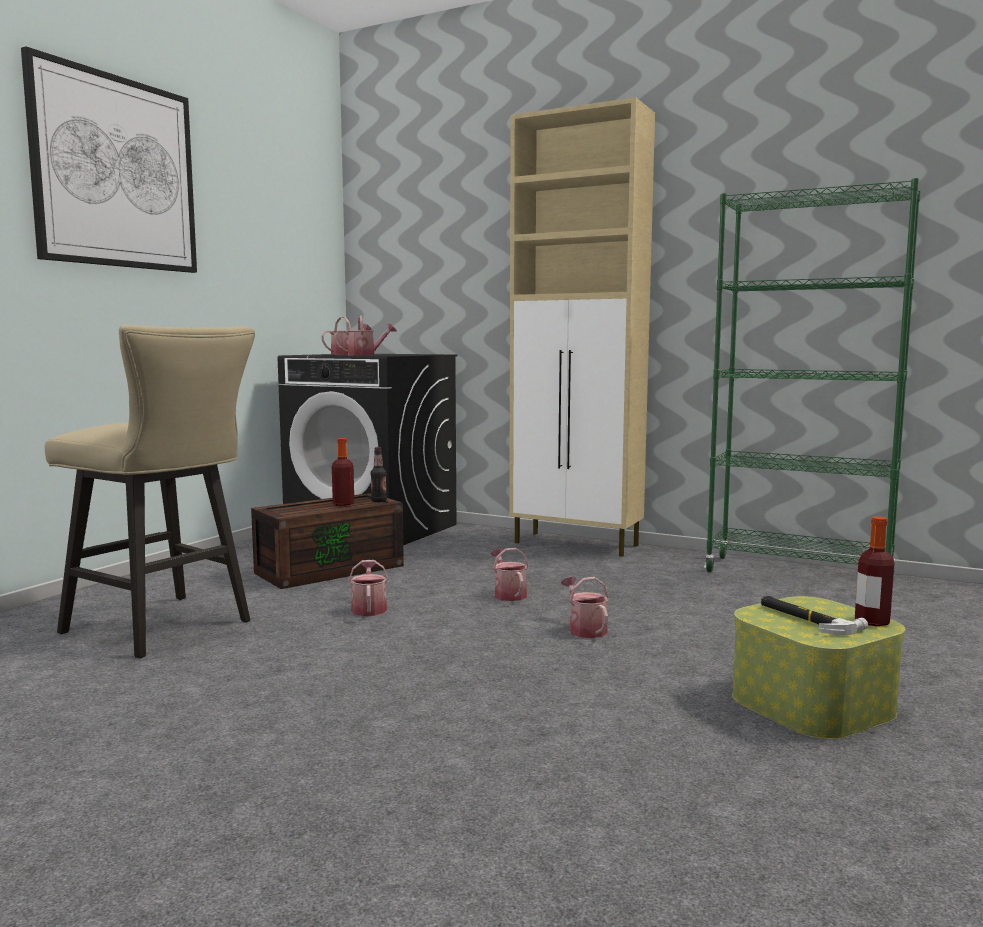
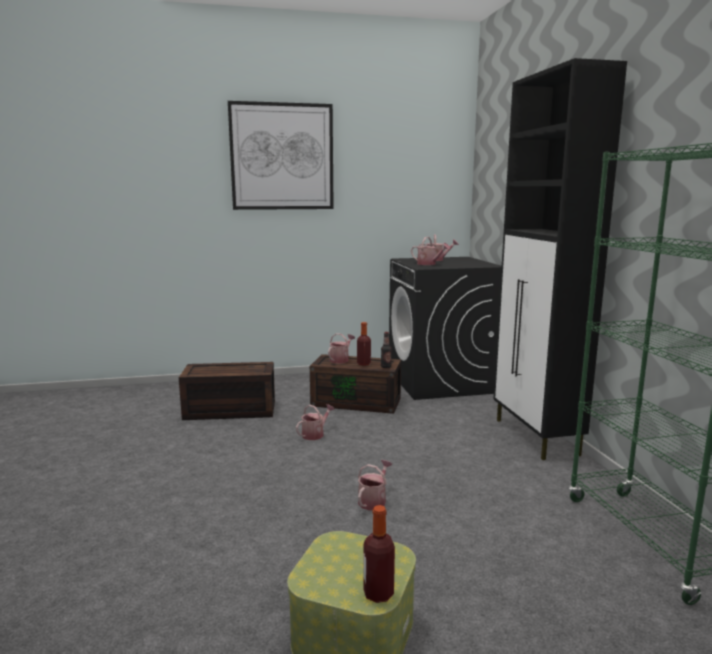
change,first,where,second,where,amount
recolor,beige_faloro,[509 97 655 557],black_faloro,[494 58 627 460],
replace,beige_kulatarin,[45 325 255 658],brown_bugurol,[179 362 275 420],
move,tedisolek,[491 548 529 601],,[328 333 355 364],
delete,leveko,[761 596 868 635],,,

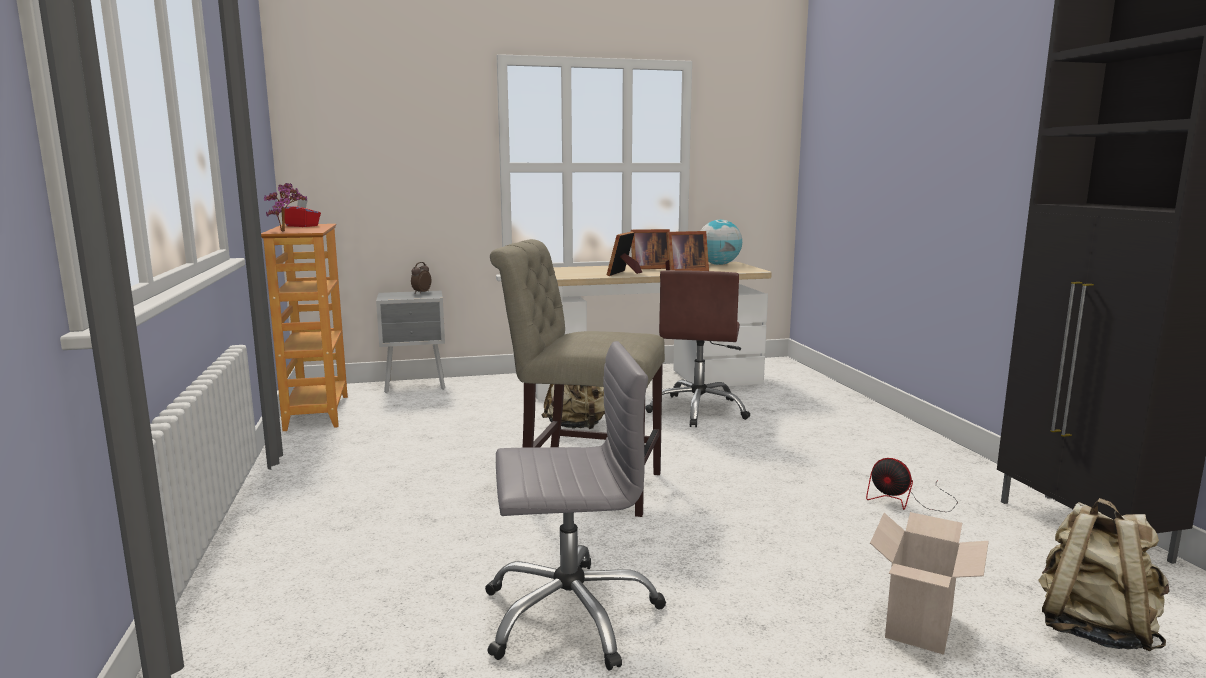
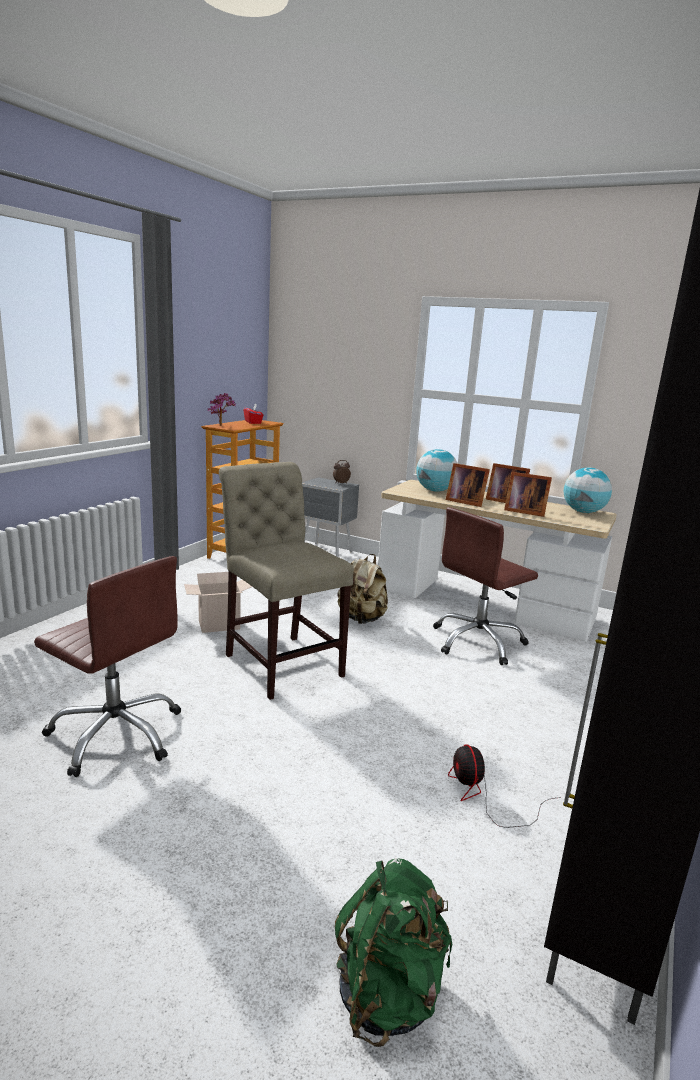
change,first,where,second,where,amount
rotate,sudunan,[607 231 642 276],,[445 463 490 507],120 degrees counterclockwise
recolor,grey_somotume,[485 341 666 670],brown_somotume,[34 556 181 777],
recolor,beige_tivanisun,[1038 498 1169 651],green_tivanisun,[335 858 452 1047],
move,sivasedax,[870 512 989 655],,[184 572 252 633],
insert,,,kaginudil,[416 449 457 492],

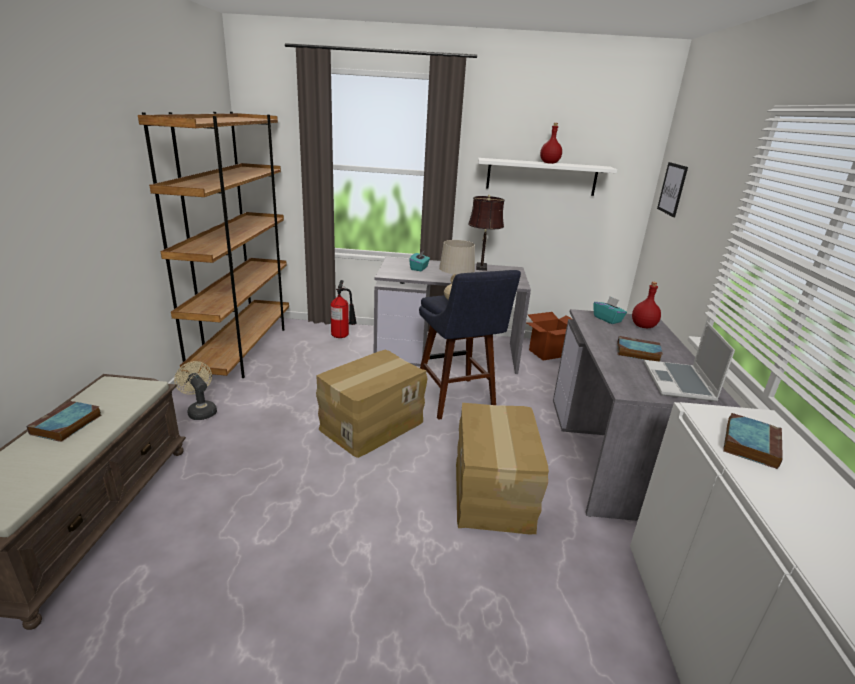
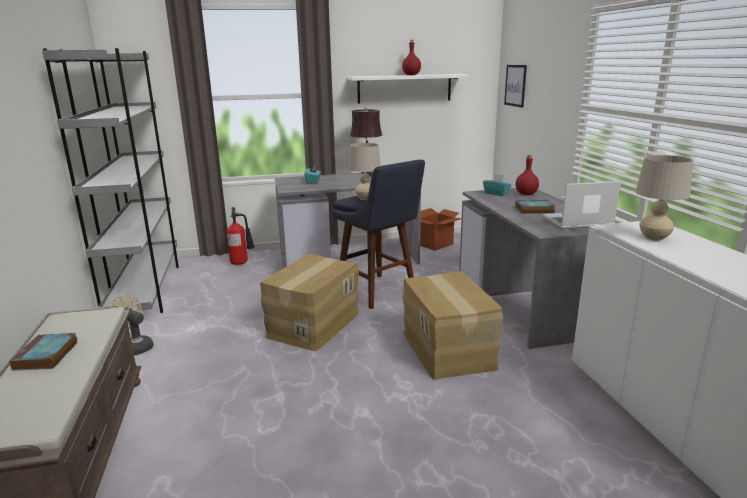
change,first,where,second,where,amount
recolor,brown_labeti,[138 112 289 383],grey_labeti,[42 48 179 313],
rotate,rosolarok,[644 322 735 401],,[543 181 621 229],90 degrees clockwise
replace,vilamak,[723 413 783 469],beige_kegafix,[635 155 693 241],

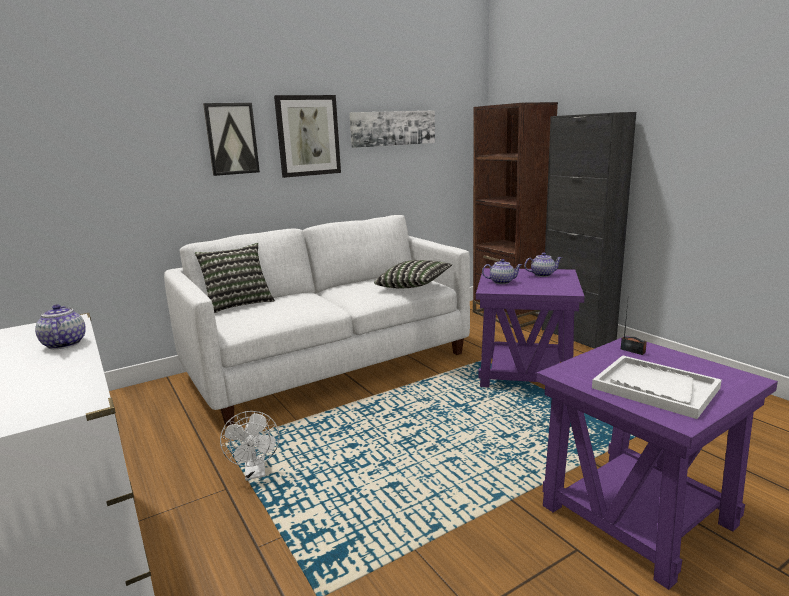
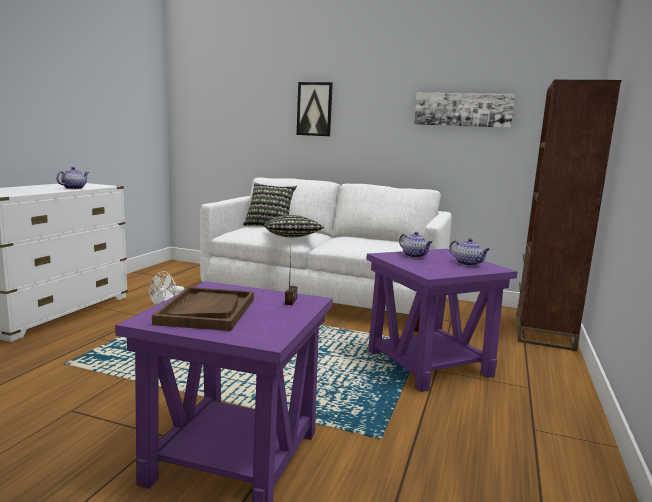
change,first,where,second,where,amount
delete,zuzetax,[274 95 341 178],,,
delete,black_faloro,[542 112 636 349],,,
move,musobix,[374 260 452 288],,[264 215 324 237],
recolor,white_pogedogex,[592 355 722 419],brown_pogedogex,[152 287 254 331],

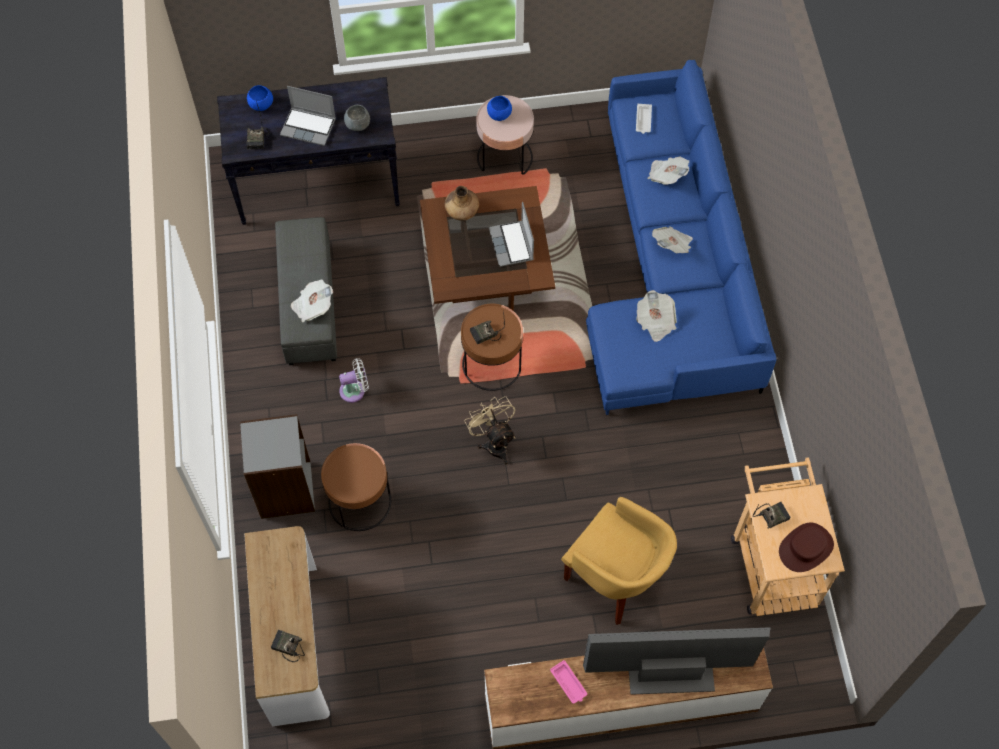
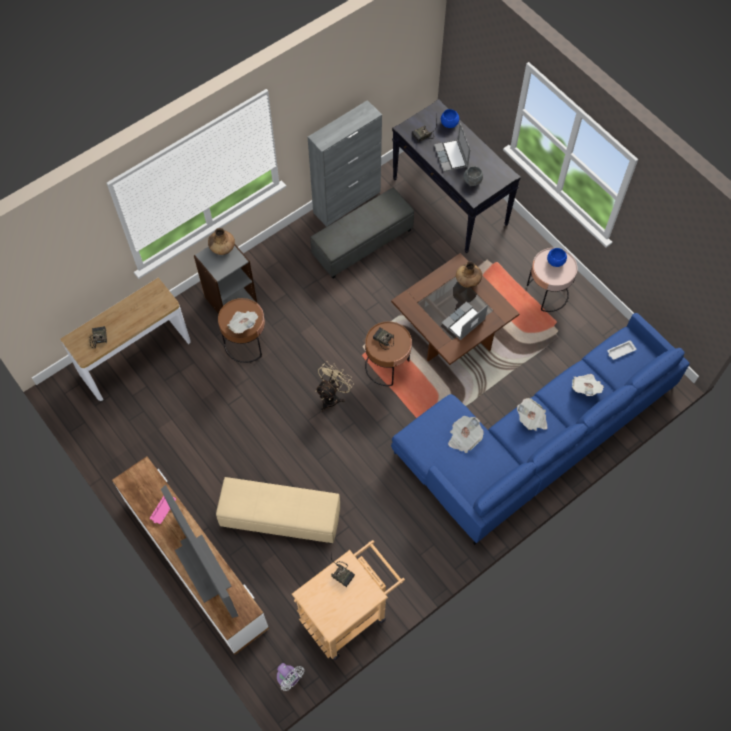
change,first,where,second,where,amount
move,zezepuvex,[291 280 333 322],,[227 311 258 333],
move,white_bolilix,[339 358 369 403],,[277 663 304 691],
replace,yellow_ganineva,[561 497 677 625],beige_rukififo,[216 477 340 544],
delete,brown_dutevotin,[779 522 834 572],,,
insert,,,grey_faloro,[308 100 382 227],
insert,,,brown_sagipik,[208 228 235 255],

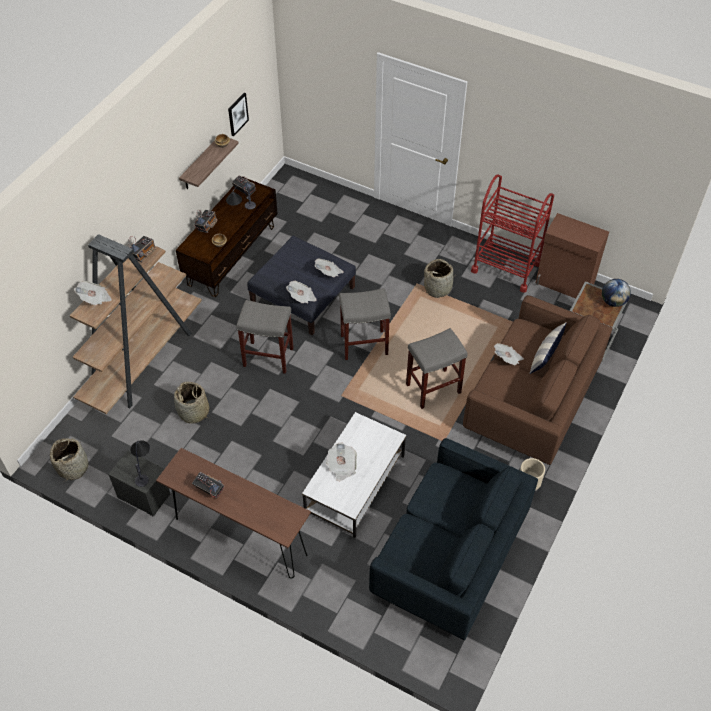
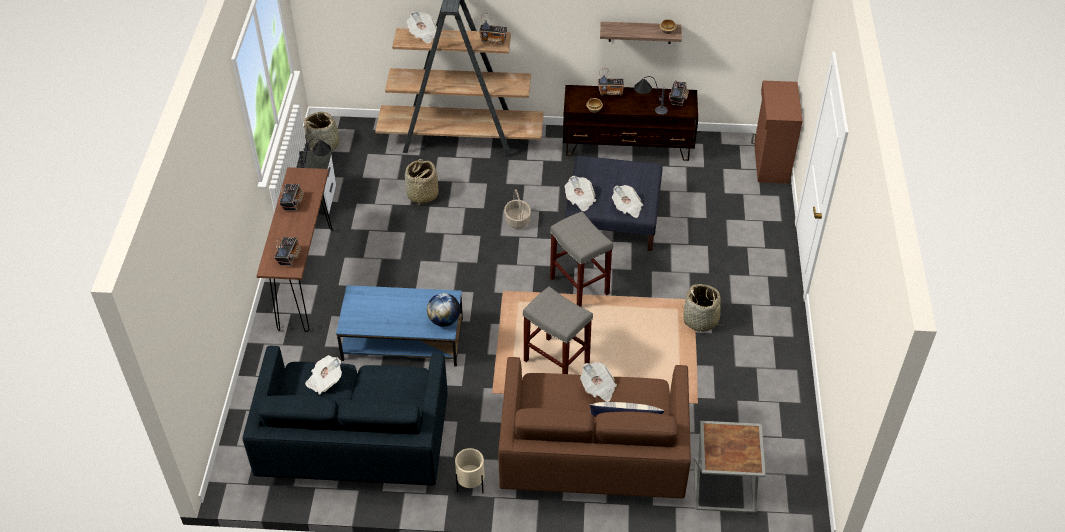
change,first,where,second,where,amount
delete,zuzetax,[228 93 249 136],,,
delete,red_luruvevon,[471 174 554 293],,,
move,brown_faloro,[536 213 609 298],,[751 80 803 184],
move,kaginudil,[602 279 631 307],,[427 293 460 327],
replace,grey_kulatarin,[236 300 294 374],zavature,[504 189 531 229],
recolor,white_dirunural,[302 412 406 538],blue_dirunural,[336 285 463 366],
move,zezepuvex,[326 442 357 482],,[305 355 342 394],
insert,,,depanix,[274 237 301 266],

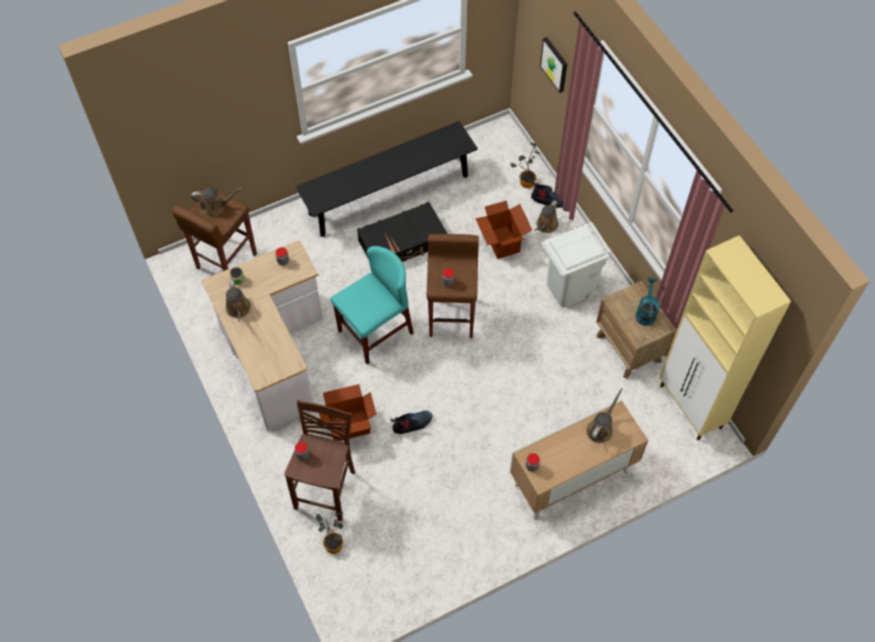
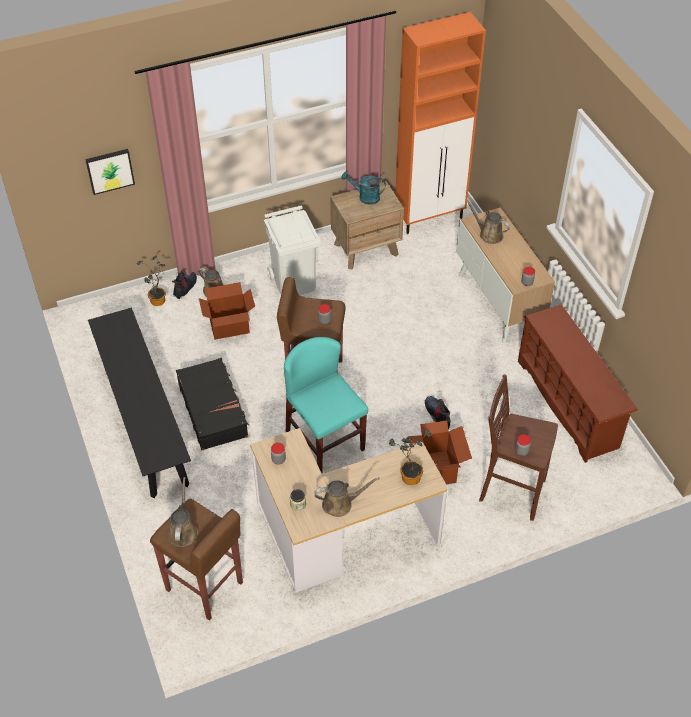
change,first,where,second,where,amount
recolor,beige_faloro,[660 235 791 440],orange_faloro,[395 12 486 234],
move,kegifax,[316 511 344 554],,[389 430 431 485],
insert,,,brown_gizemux,[518 304 638 463],

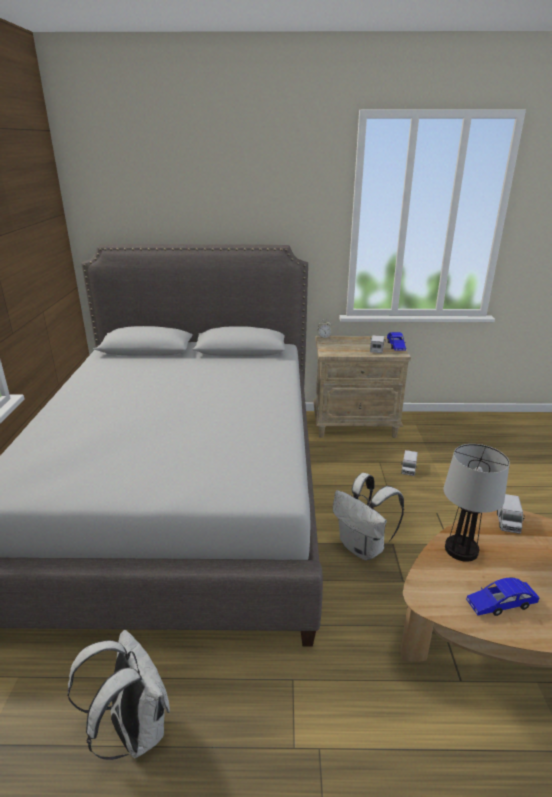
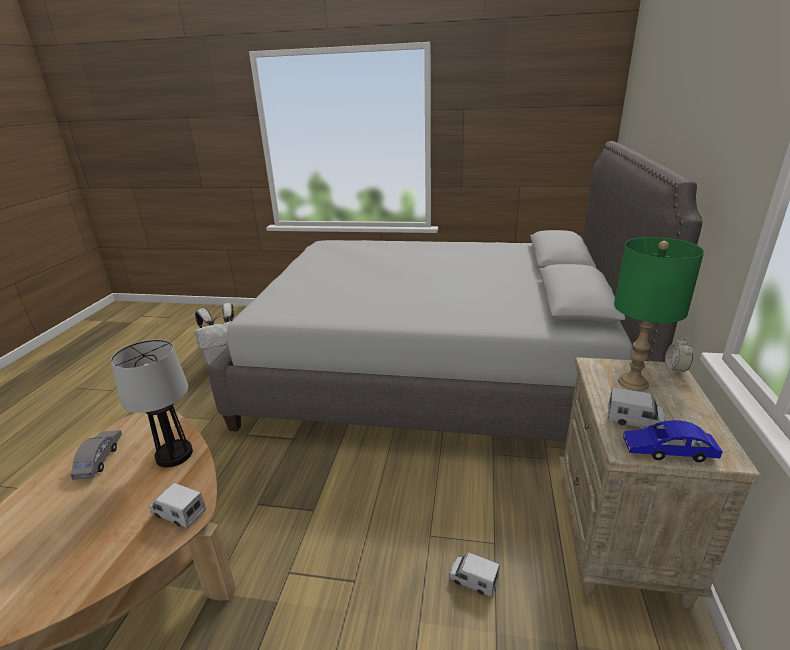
change,first,where,second,where,amount
delete,white_tivanisun,[333 473 404 561],,,
recolor,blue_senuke,[466 578 540 616],grey_senuke,[70 430 122 480],
insert,,,green_kegafix,[614 237 704 391],

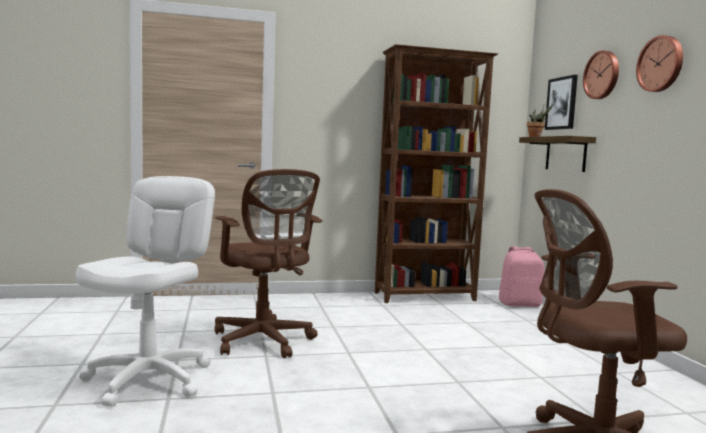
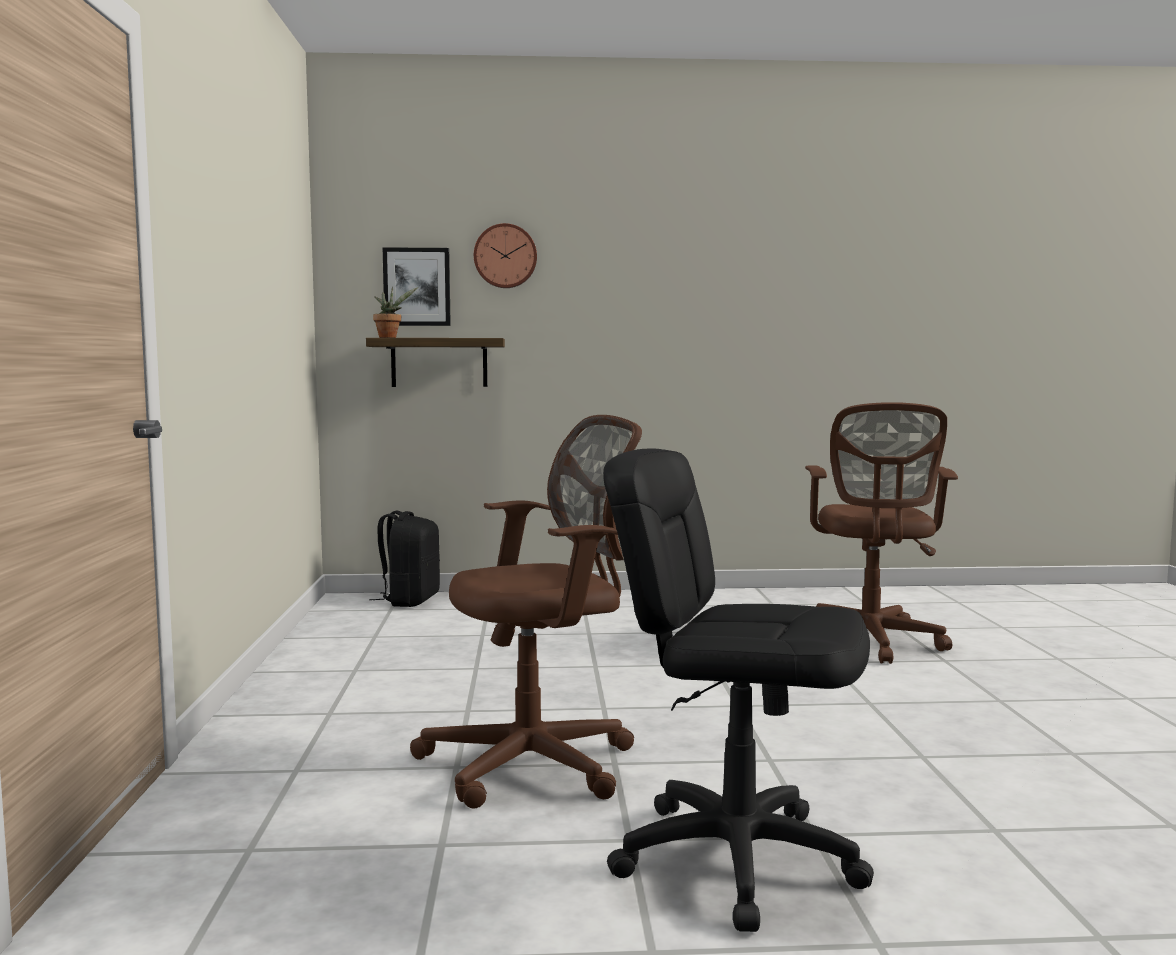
change,first,where,second,where,amount
delete,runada,[636 35 683 92],,,
delete,brown_labeti,[375 44 498 303],,,
recolor,white_somotume,[76 176 215 407],black_somotume,[603 449 874 932],
recolor,pink_tivanisun,[499 246 545 307],black_tivanisun,[370 511 440 607],

